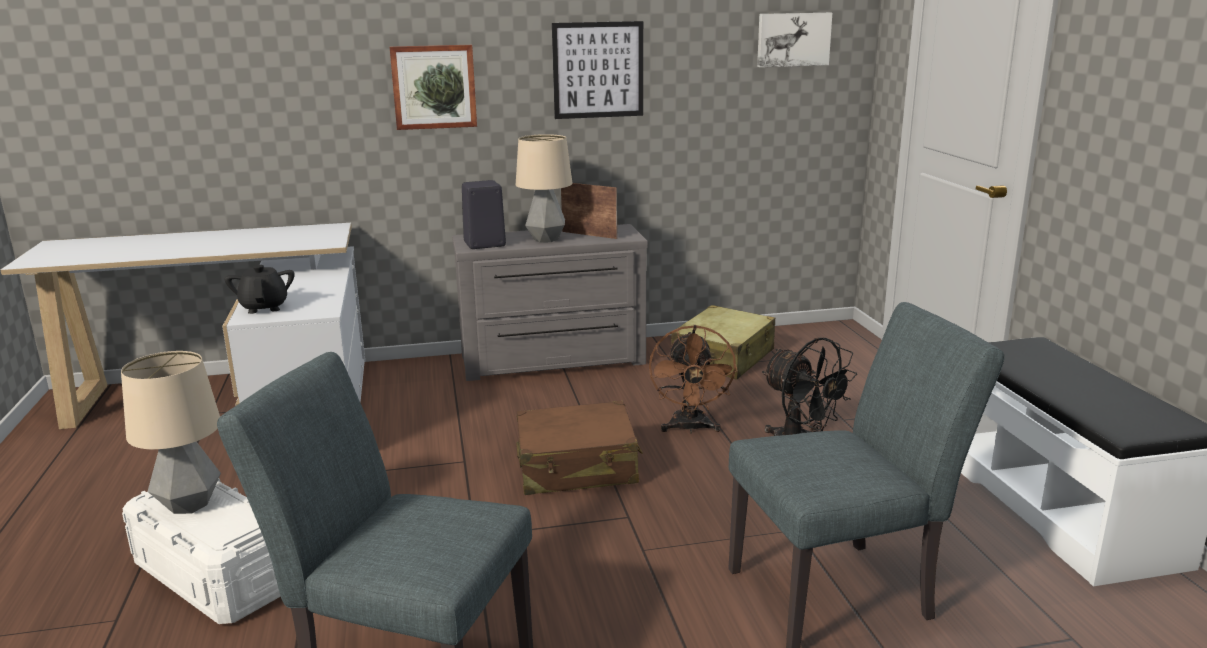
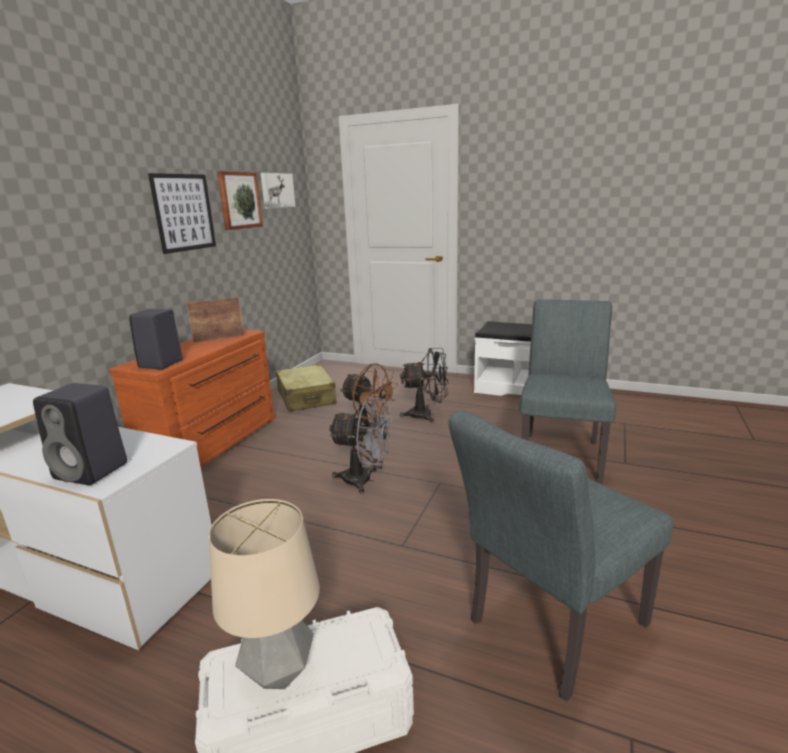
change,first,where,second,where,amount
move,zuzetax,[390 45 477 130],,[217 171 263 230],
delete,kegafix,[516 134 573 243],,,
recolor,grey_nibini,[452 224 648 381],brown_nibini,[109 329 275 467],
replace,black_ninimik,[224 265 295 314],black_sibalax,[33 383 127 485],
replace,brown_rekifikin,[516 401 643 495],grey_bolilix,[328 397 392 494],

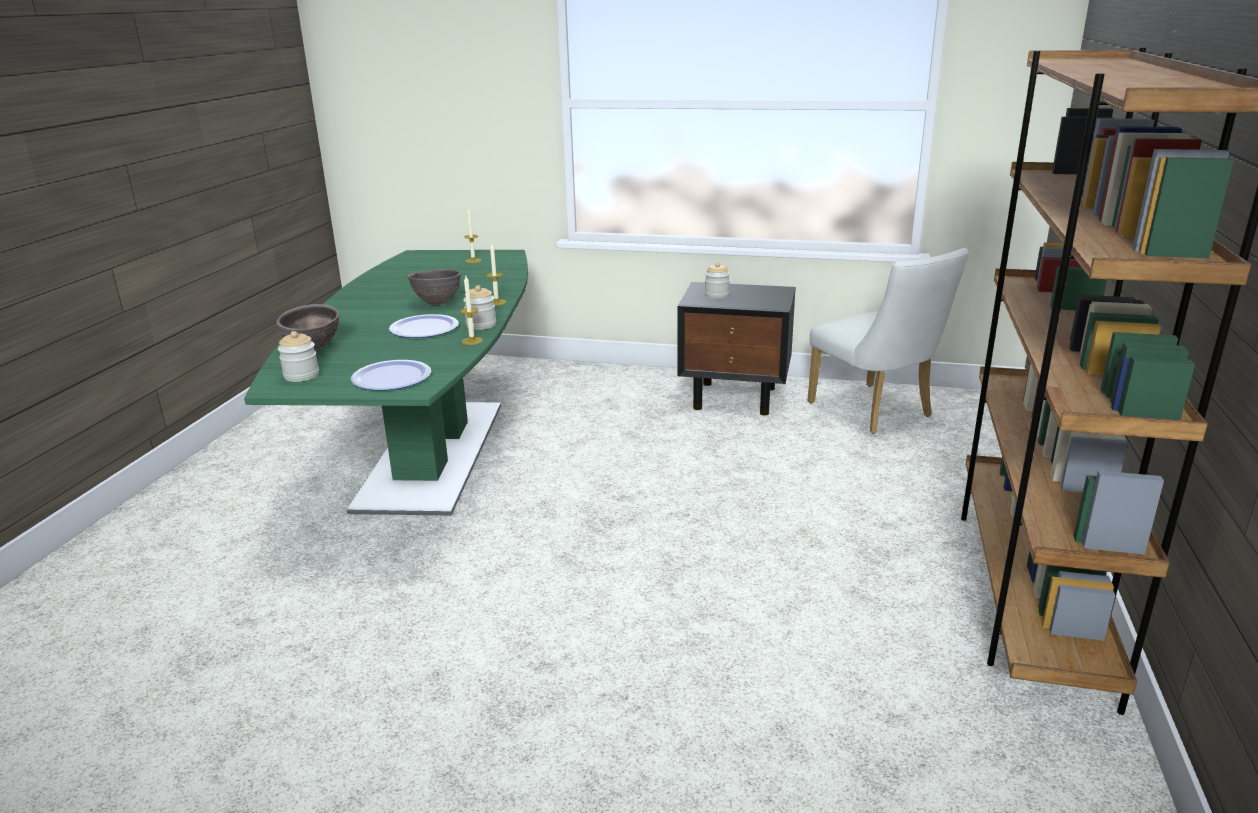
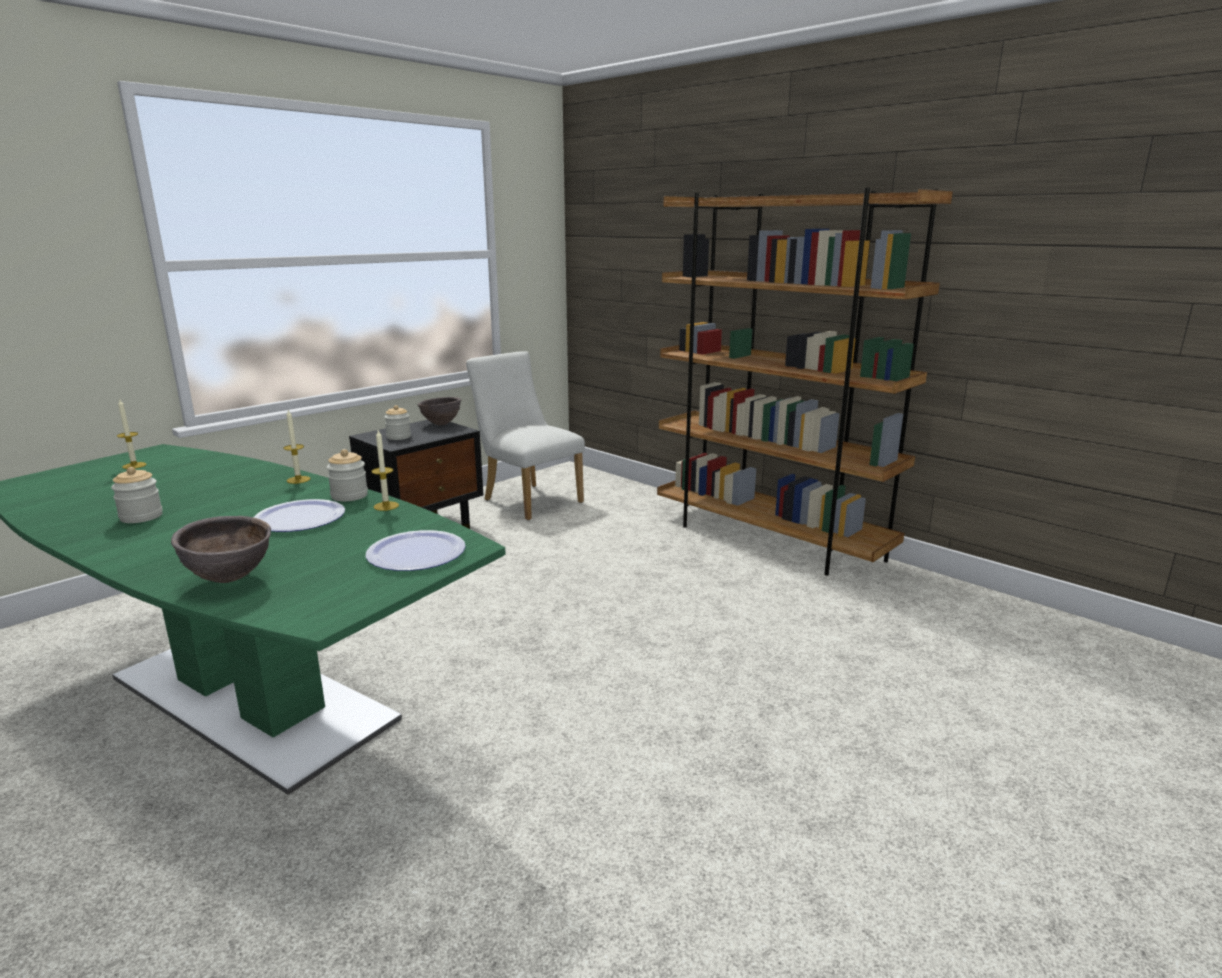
change,first,where,second,where,amount
rotate,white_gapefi,[807 248 969 434],,[466 351 585 520],135 degrees counterclockwise
move,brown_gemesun,[407 269 461 305],,[418 397 461 425],
move,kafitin,[278 331 319 382],,[111 467 163 523],

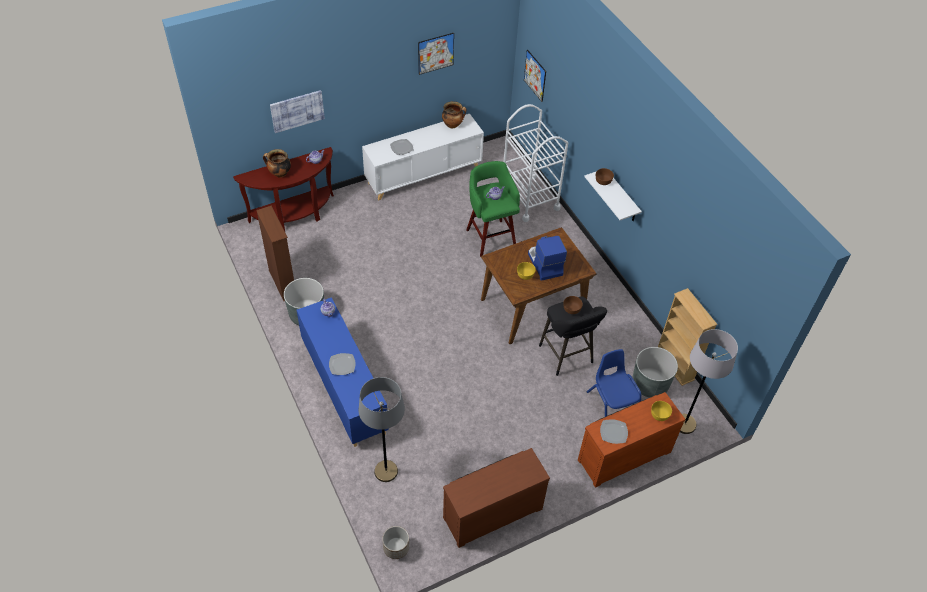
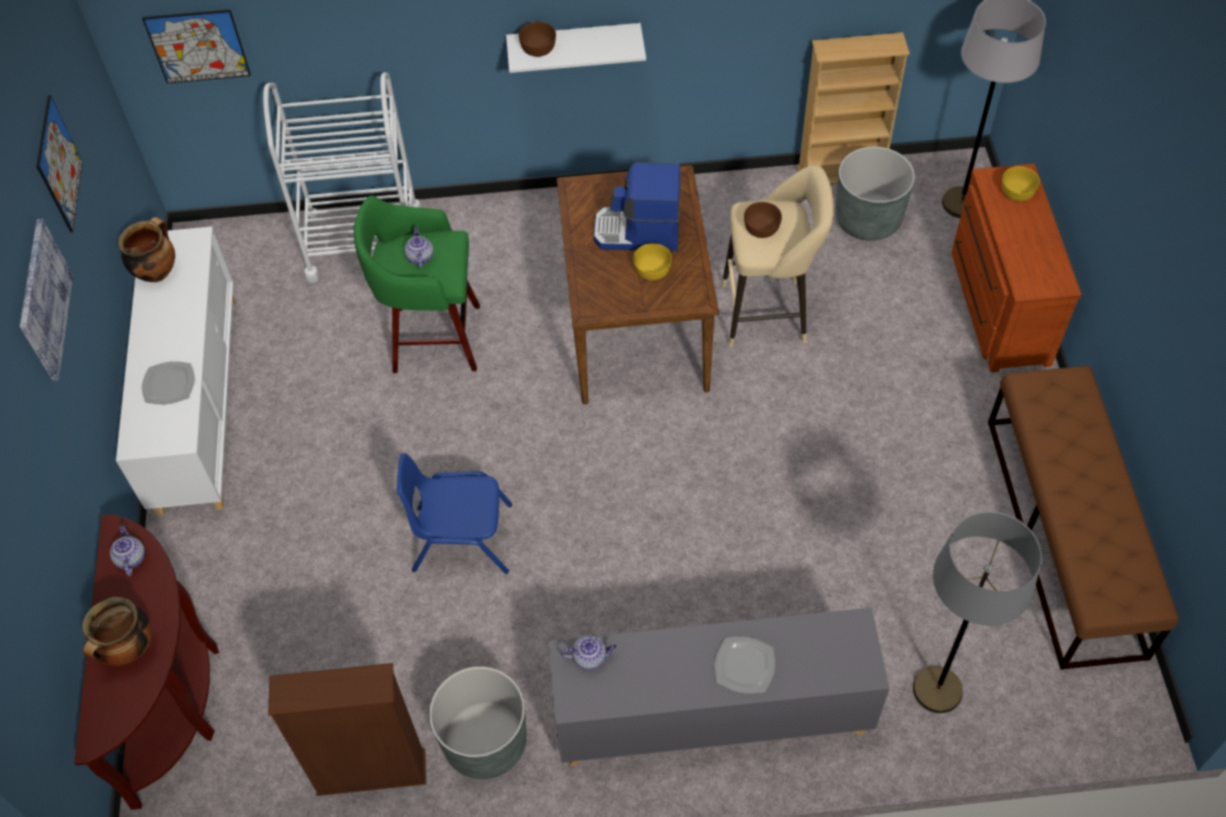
change,first,where,second,where,amount
move,zuzetax,[270 90 325 133],,[20 219 73 381],
recolor,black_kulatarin,[539 296 607 376],beige_kulatarin,[721 165 833 347],
recolor,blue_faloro,[296 297 389 447],grey_faloro,[549 607 890 766],
move,blue_gapefi,[587 349 641 417],,[397 453 512 574],
delete,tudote,[600 419 628 444],,,
replace,brown_nibini,[443 448 550 548],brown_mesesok,[988 366 1179 670],
delete,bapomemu,[382 526 409 559],,,

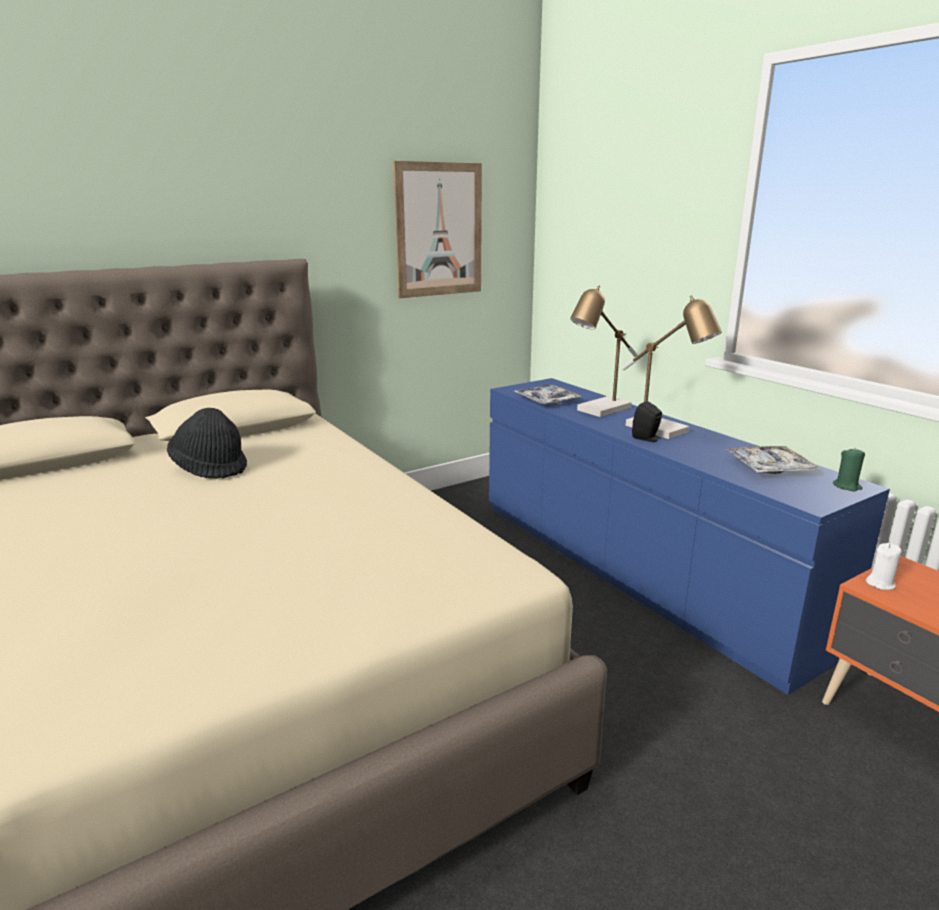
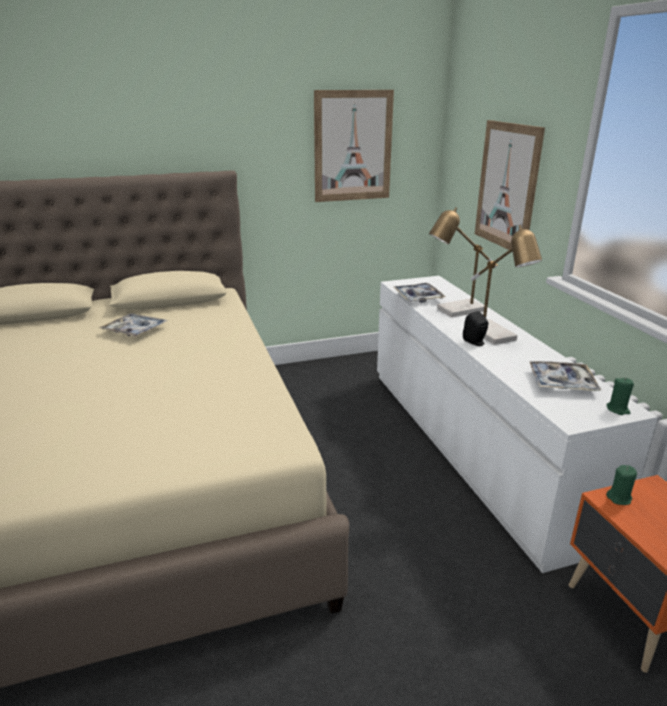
change,first,where,second,where,amount
recolor,blue_nibini,[489 378 890 695],white_nibini,[377 276 658 573],
replace,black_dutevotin,[167 408 247 479],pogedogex,[99 313 168 337],
recolor,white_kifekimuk,[865 543 902 590],green_kifekimuk,[606 465 637 505],
insert,,,zuzetax,[475 120 545 252],

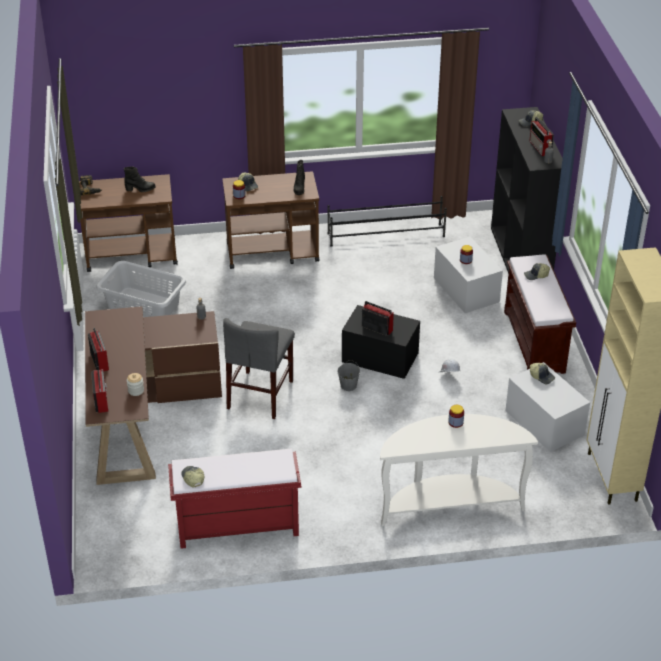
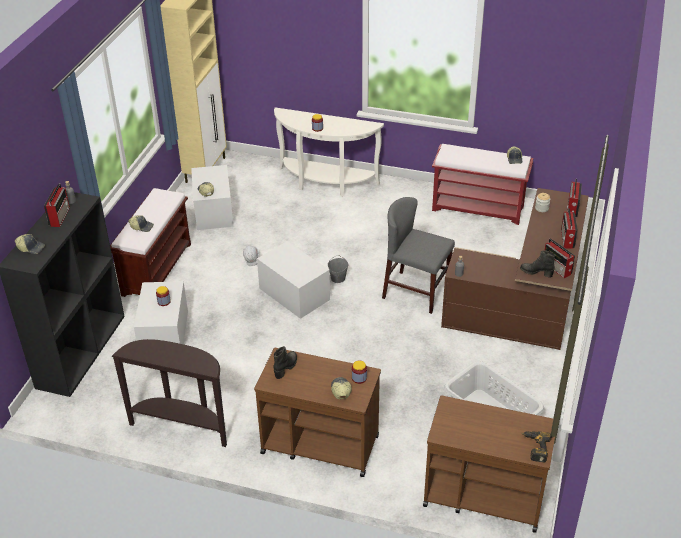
change,first,where,second,where,amount
move,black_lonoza,[124 166 156 192],,[520 250 556 277],
replace,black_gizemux,[327 196 447 247],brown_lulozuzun,[111 339 227 447],
move,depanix,[362 301 394 336],,[545 238 575 278],
recolor,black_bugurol,[342 305 420 379],white_bugurol,[257 241 330 319],
rotate,grey_gapefi,[223 318 295 419],,[382 197 455 314],105 degrees counterclockwise

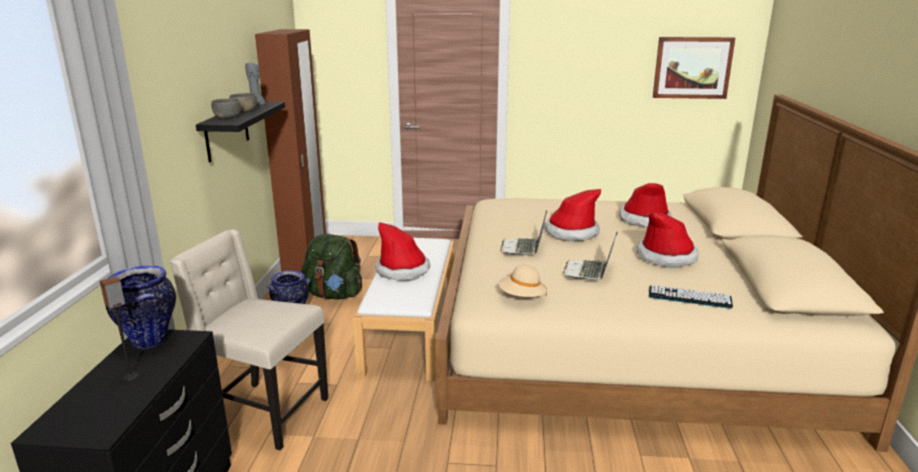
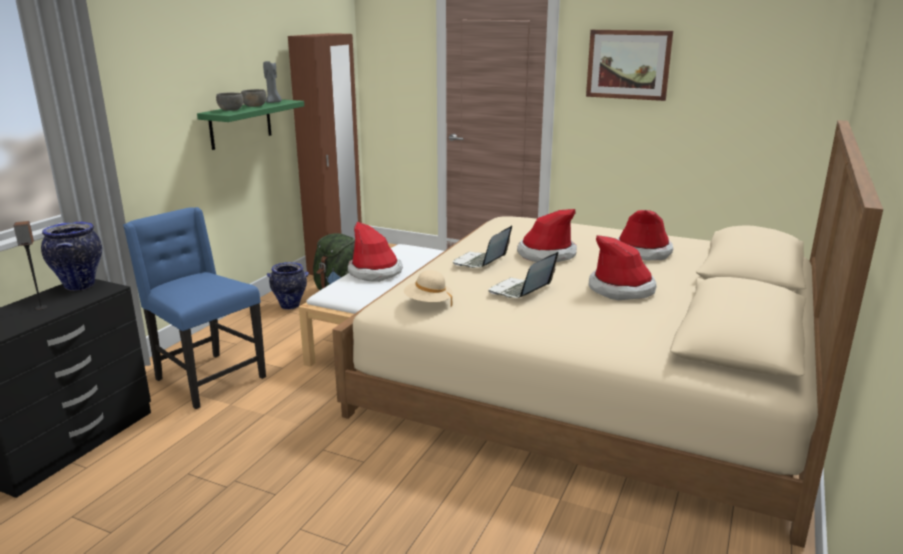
change,first,where,second,where,amount
move,zuzetax,[653 37 735 99],,[586 30 673 101],
recolor,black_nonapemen,[196 101 285 163],green_nonapemen,[197 99 304 150],
recolor,beige_gapefi,[170 229 328 450],blue_gapefi,[123 207 266 409],
delete,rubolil,[649 285 733 309],,,

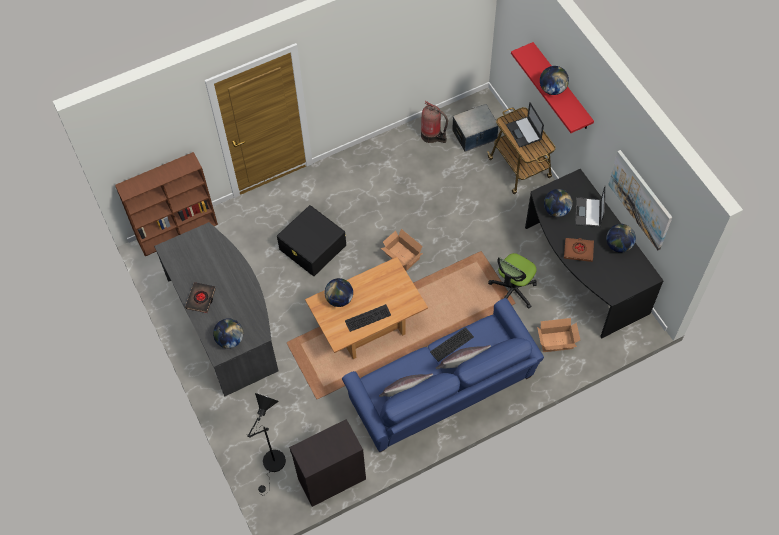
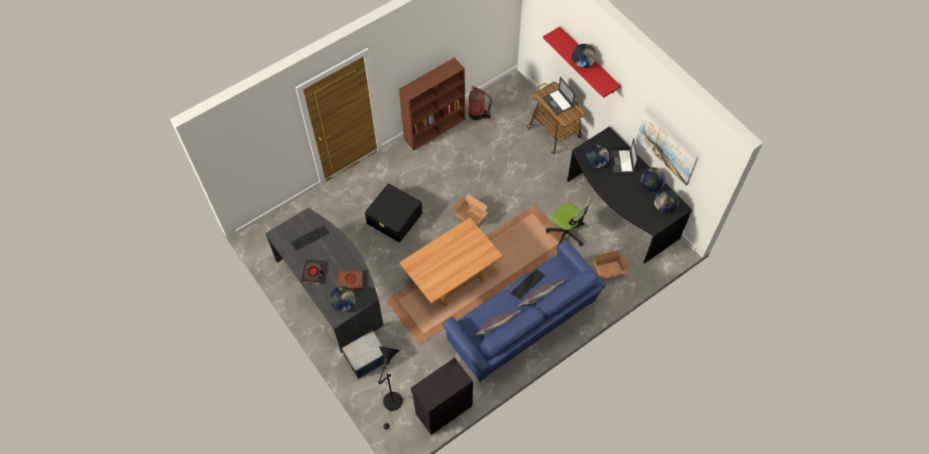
change,first,where,second,where,amount
move,bugurol,[452 104 498 152],,[342 331 384 379],
move,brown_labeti,[115 152 218 256],,[399 57 465 151],
move,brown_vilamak,[564 238 594 262],,[337 270 363 290],
rotate,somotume,[488 253 537 309],,[546 202 590 249],75 degrees counterclockwise
move,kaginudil,[325 278 353 307],,[654 190 679 214],
move,rubolil,[345 304 391 332],,[291 225 329 251],

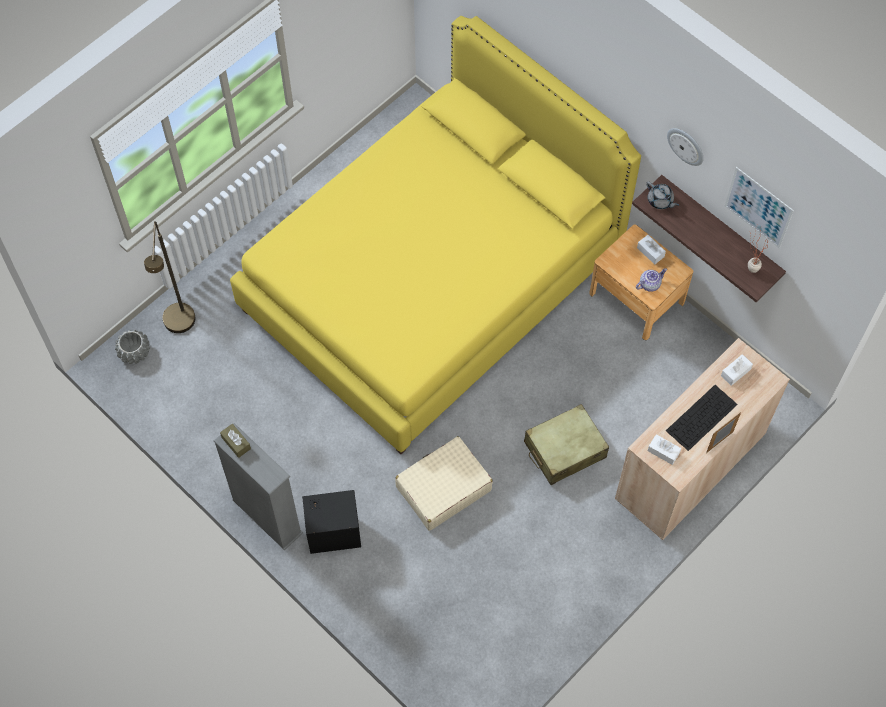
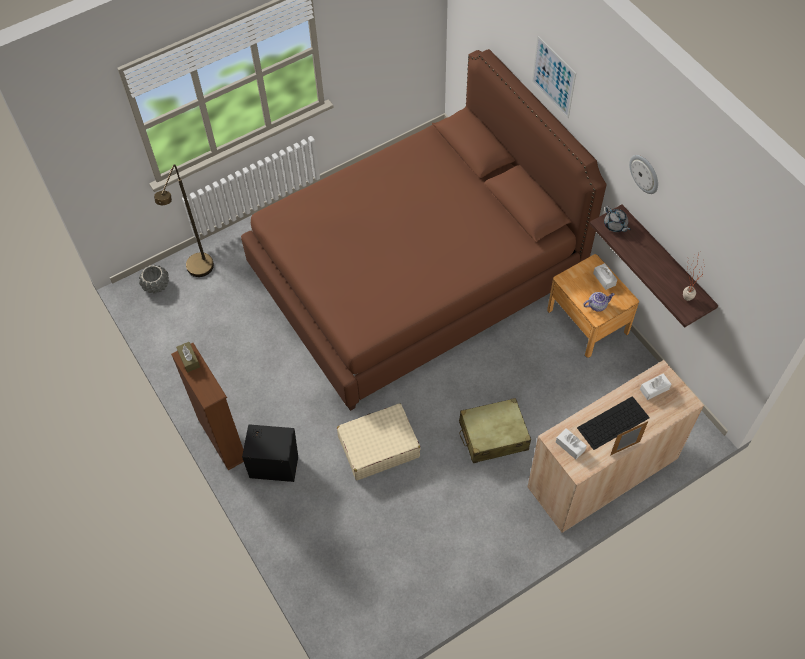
change,first,where,second,where,amount
recolor,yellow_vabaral,[230 16 641 454],brown_vabaral,[241 49 607 411],
move,zuzetax,[725 167 794 248],,[532 36 576 118],
recolor,grey_labeti,[214 423 303 550],brown_labeti,[171 343 244 470],

